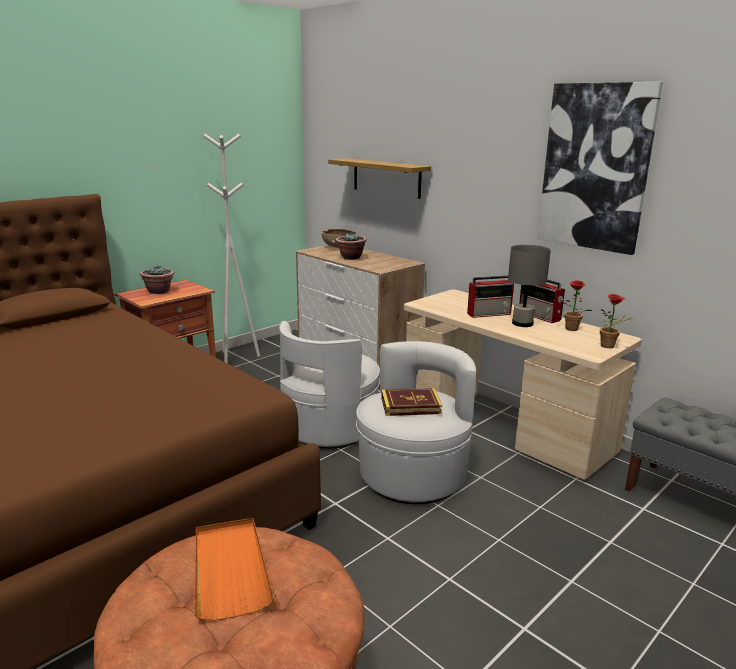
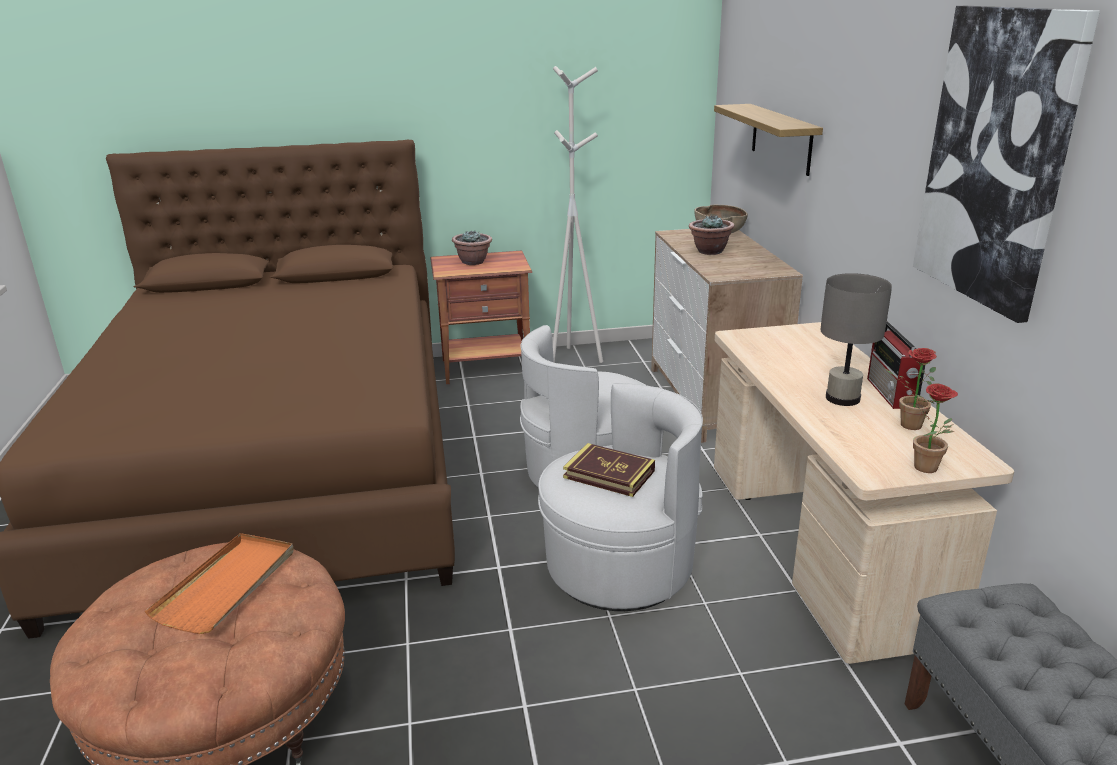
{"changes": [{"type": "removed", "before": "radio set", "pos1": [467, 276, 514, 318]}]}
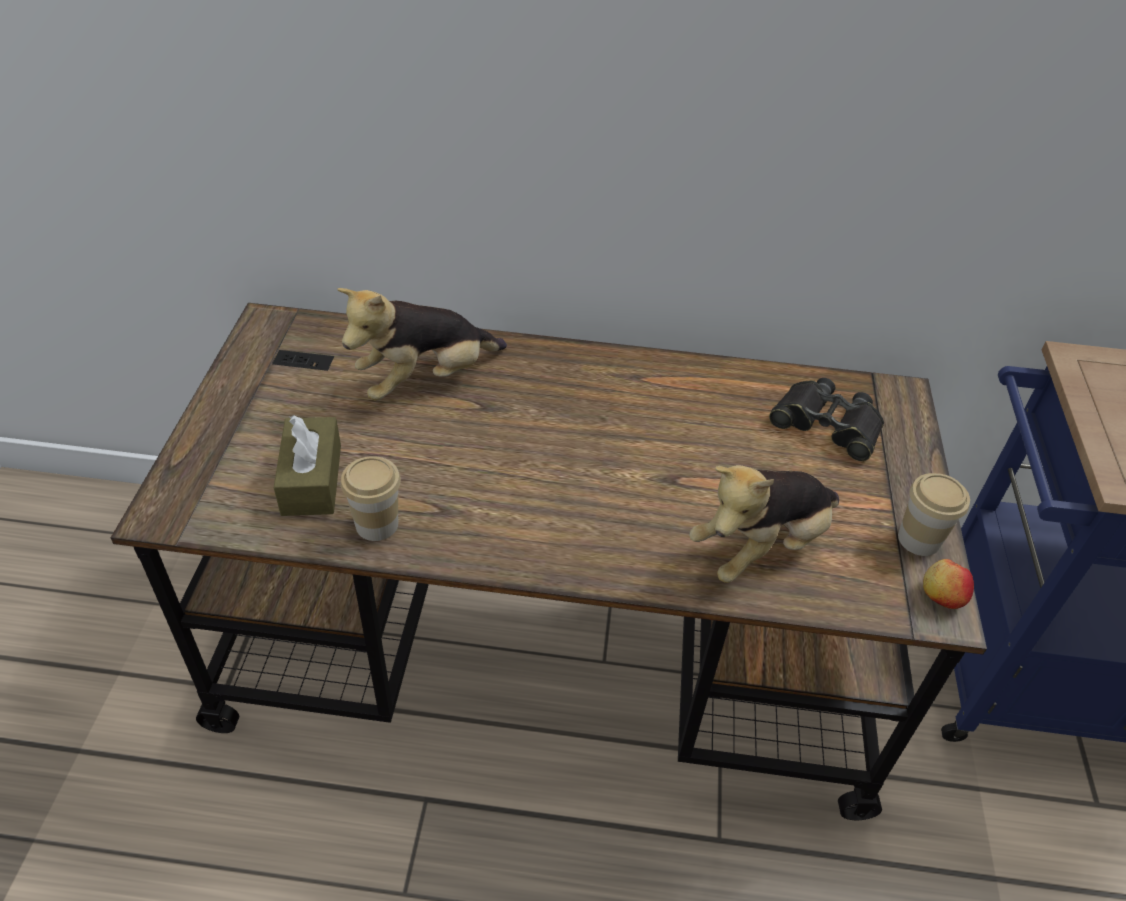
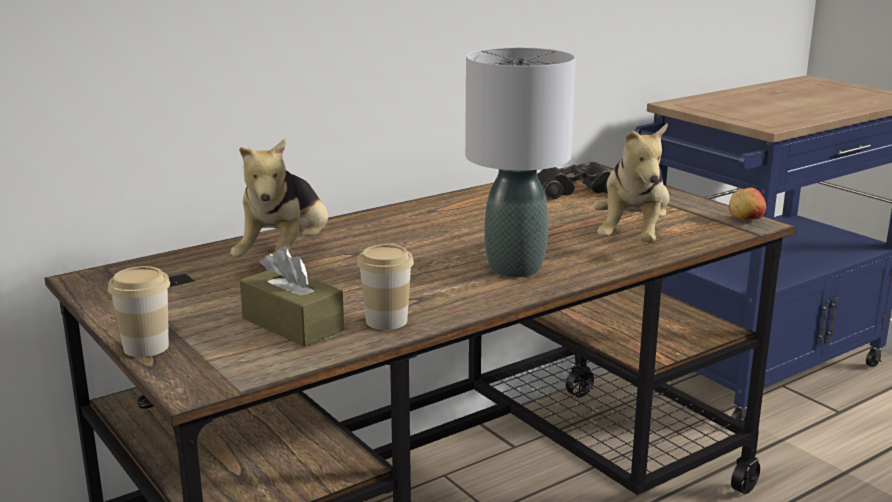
{"changes": [{"type": "moved", "before": "drinking cup", "pos1": [898, 473, 970, 556], "pos2": [108, 266, 170, 357]}, {"type": "added", "after": "grey tabletop lamp", "pos2": [465, 47, 576, 278]}]}
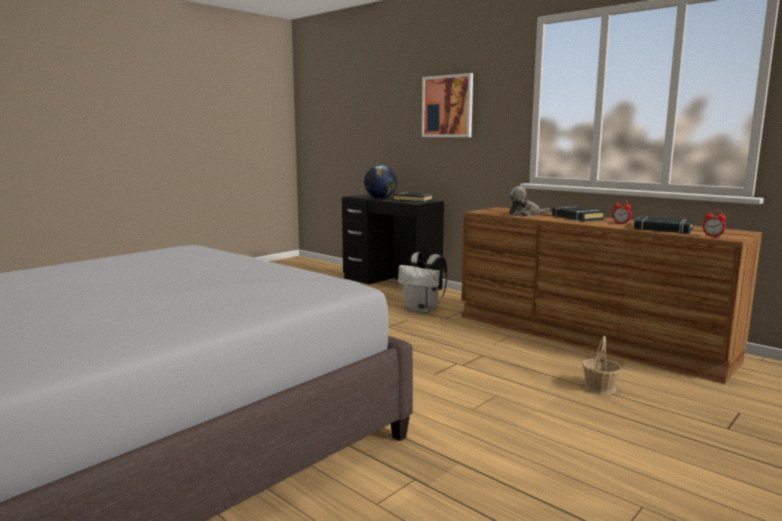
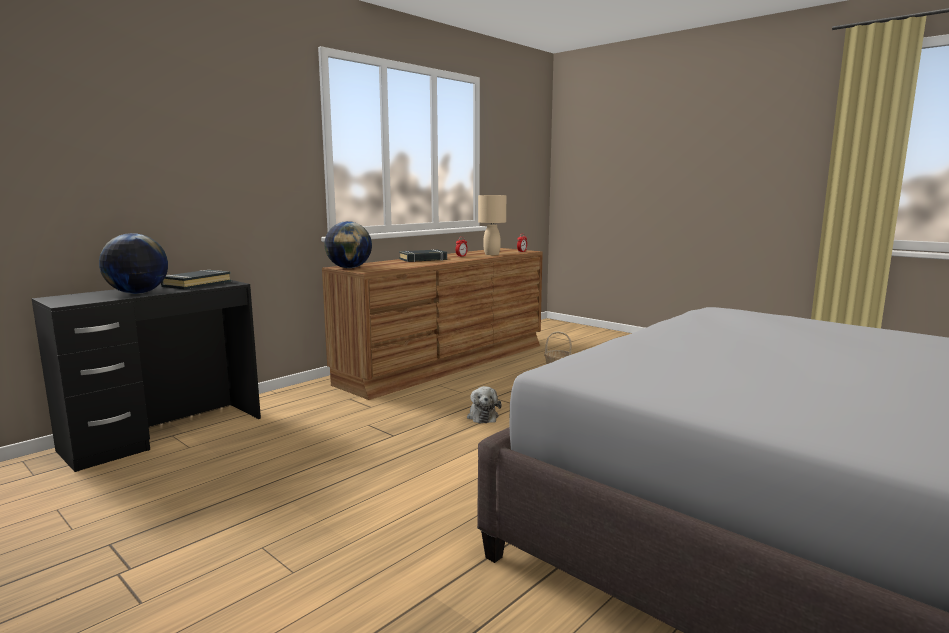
{"changes": [{"type": "removed", "before": "picture", "pos1": [422, 73, 473, 137]}, {"type": "moved", "before": "soft toy", "pos1": [508, 186, 549, 216], "pos2": [467, 386, 502, 423]}, {"type": "replaced", "before": "black book", "after": "beige-coloured tabletop lamp", "pos1": [634, 216, 694, 233], "pos2": [478, 195, 506, 255]}, {"type": "removed", "before": "whitish knapsack", "pos1": [398, 252, 447, 313]}, {"type": "added", "after": "world globe", "pos2": [324, 221, 372, 268]}]}
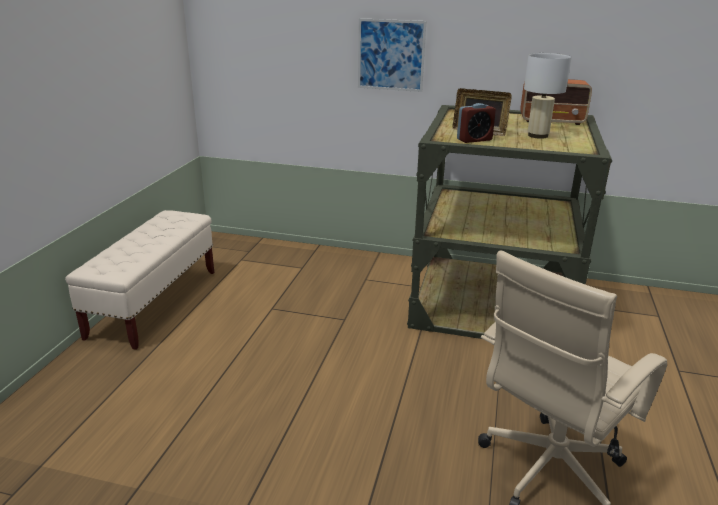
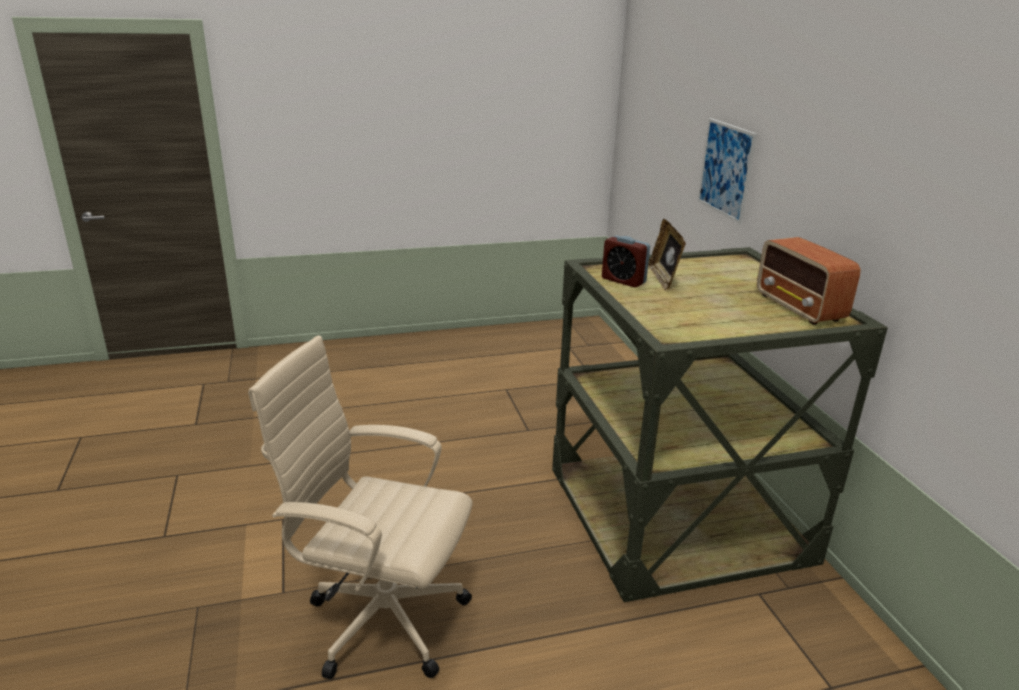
{"changes": [{"type": "removed", "before": "whitish tabletop lamp", "pos1": [524, 53, 571, 139]}, {"type": "removed", "before": "beige-coloured long seat", "pos1": [65, 210, 214, 350]}]}
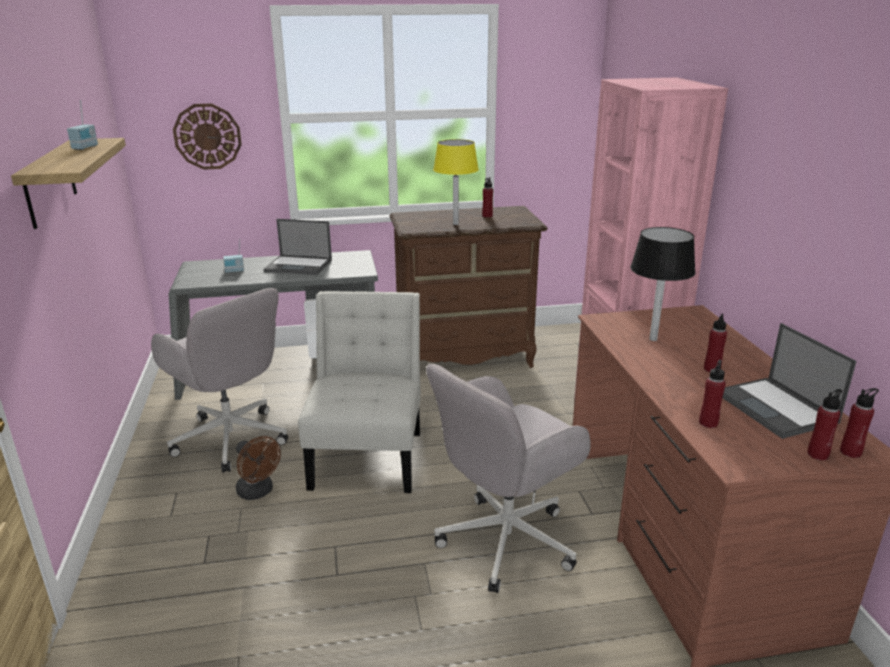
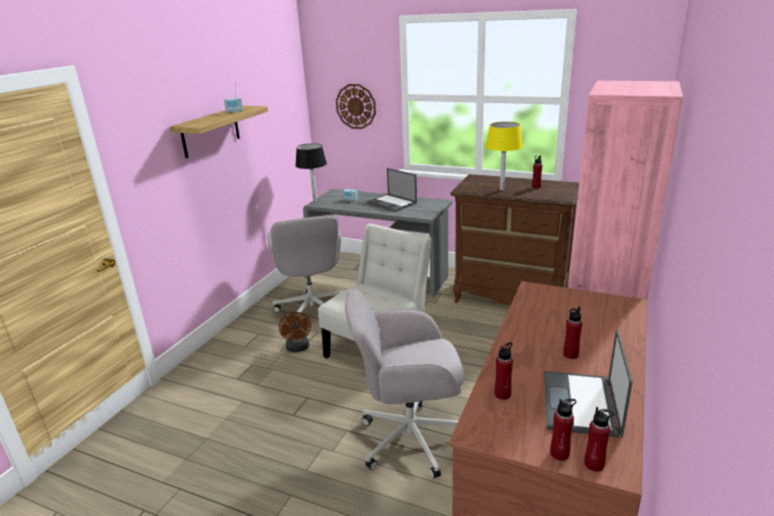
{"changes": [{"type": "moved", "before": "black tabletop lamp", "pos1": [630, 227, 696, 341], "pos2": [295, 143, 327, 202]}]}
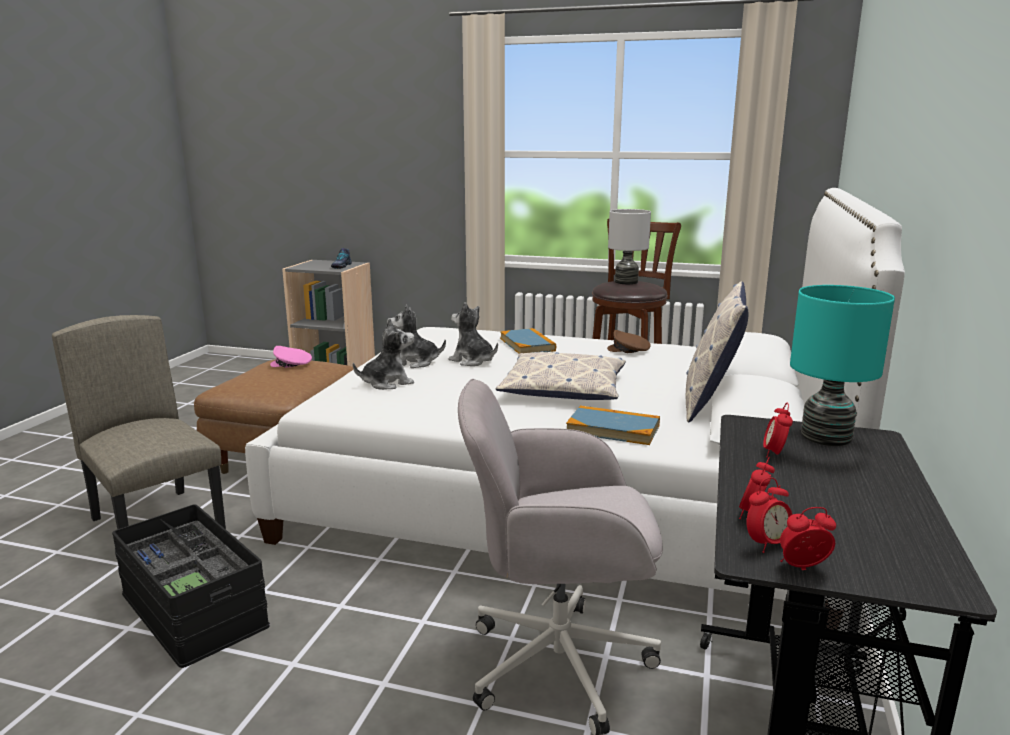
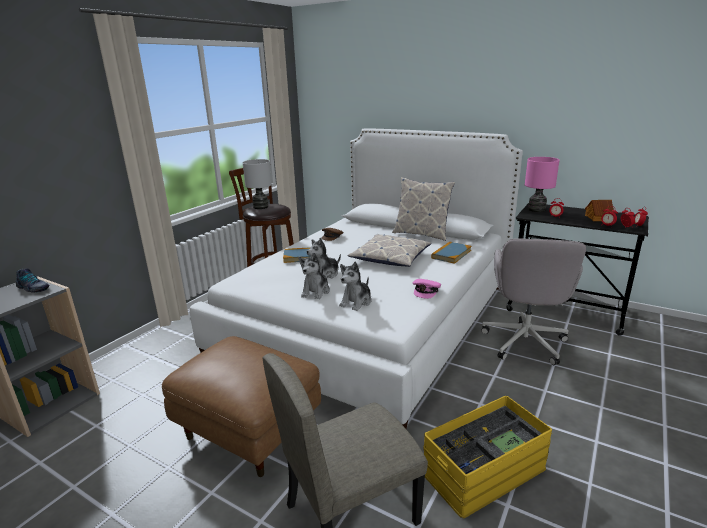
{"changes": [{"type": "recoloured", "before": "blue-green tabletop lamp", "after": "pinkish tabletop lamp", "pos1": [790, 285, 895, 446], "pos2": [525, 157, 559, 212]}, {"type": "turned", "before": "soft toy", "pos1": [353, 318, 414, 390], "pos2": [339, 262, 372, 311], "turn": -135}, {"type": "moved", "before": "pinkish peaked cap", "pos1": [270, 346, 312, 368], "pos2": [413, 279, 441, 299]}, {"type": "recoloured", "before": "black storage box", "after": "yellowish storage box", "pos1": [112, 504, 270, 668], "pos2": [423, 396, 552, 518]}, {"type": "added", "after": "miniature house", "pos2": [585, 200, 614, 221]}]}
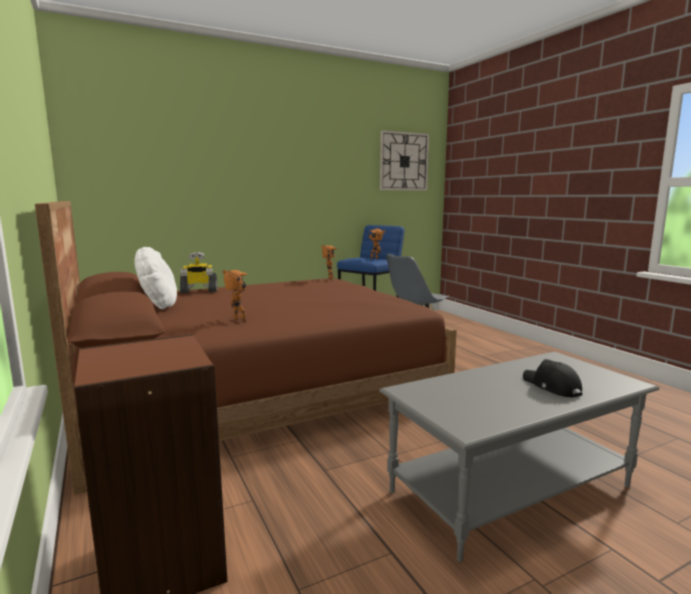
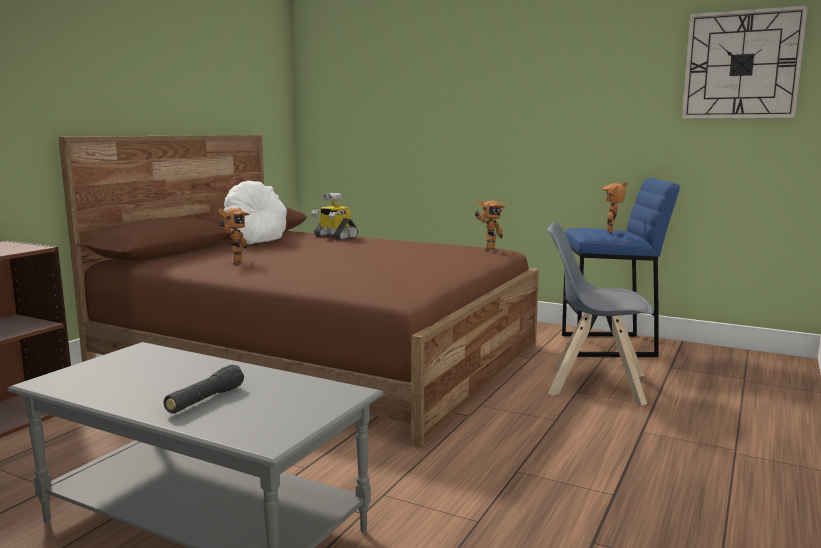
{"changes": [{"type": "replaced", "before": "black peaked cap", "after": "black hand torch", "pos1": [523, 359, 582, 398], "pos2": [164, 365, 244, 413]}]}
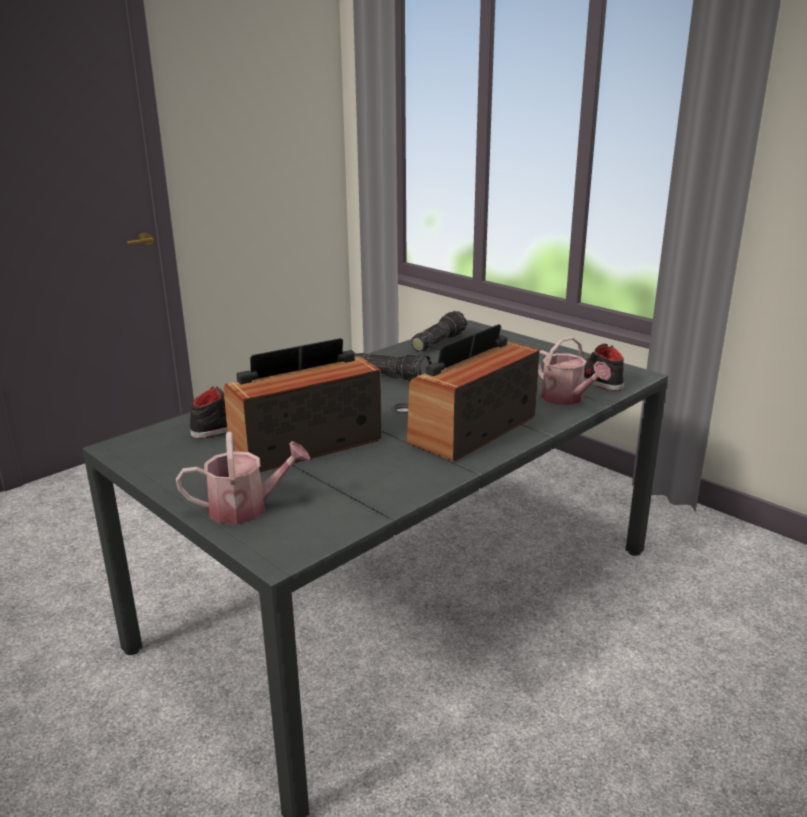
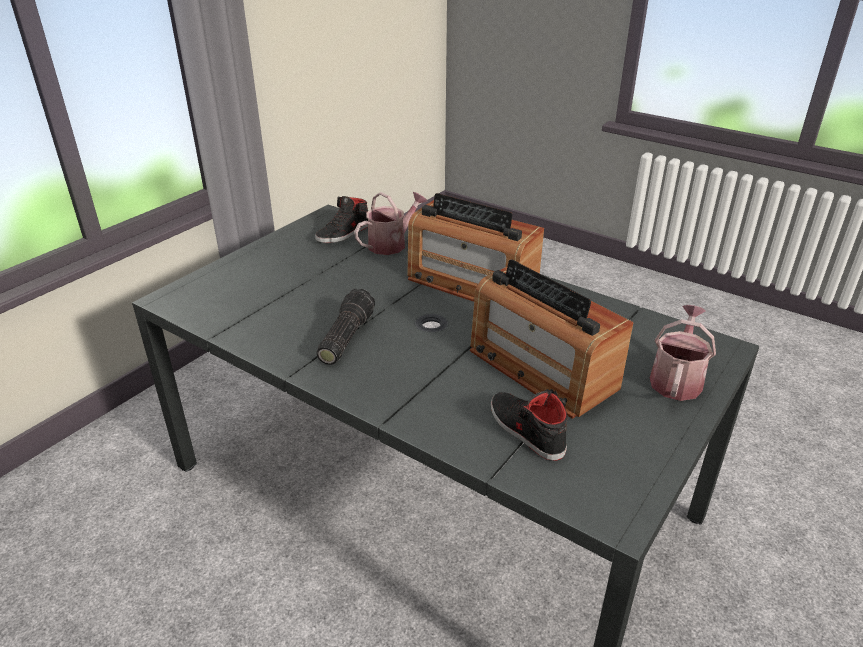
{"changes": [{"type": "removed", "before": "hand torch", "pos1": [411, 311, 467, 352]}, {"type": "turned", "before": "sprinkling can", "pos1": [176, 432, 310, 524], "pos2": [650, 305, 716, 401], "turn": 45}]}
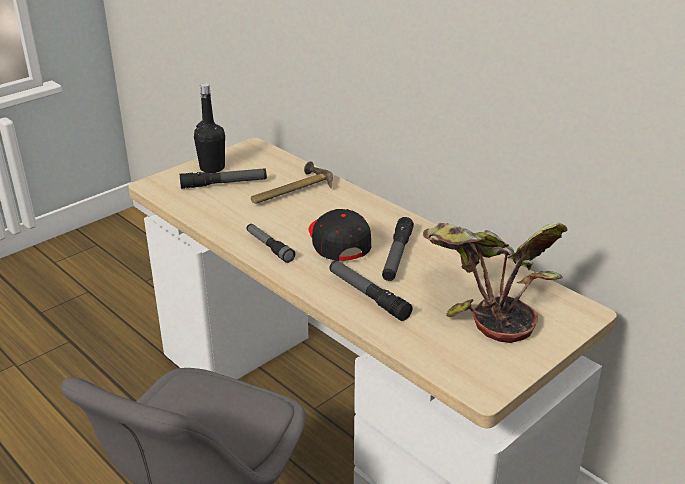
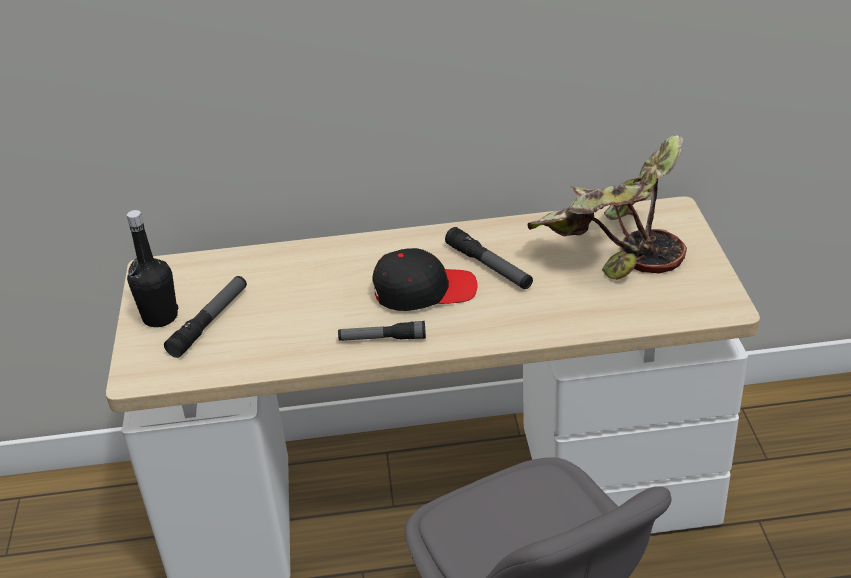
{"changes": [{"type": "removed", "before": "tool hammer", "pos1": [251, 161, 333, 204]}, {"type": "turned", "before": "black peaked cap", "pos1": [308, 209, 371, 261], "pos2": [372, 248, 477, 311], "turn": 150}, {"type": "removed", "before": "hand torch", "pos1": [330, 260, 413, 321]}]}
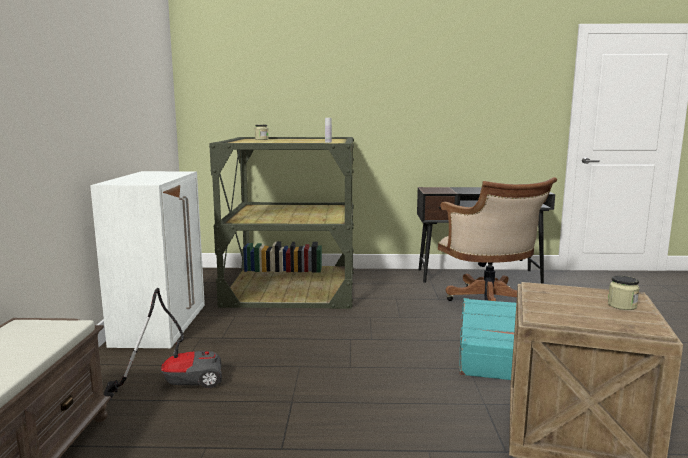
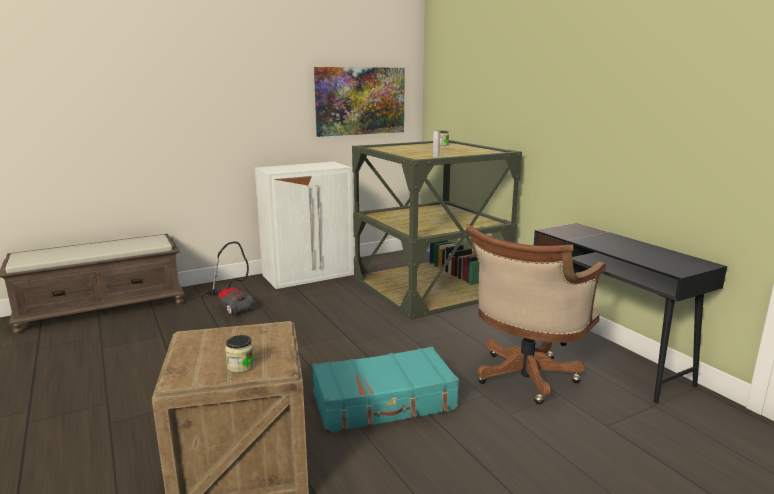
{"changes": [{"type": "added", "after": "picture", "pos2": [314, 67, 405, 137]}]}
